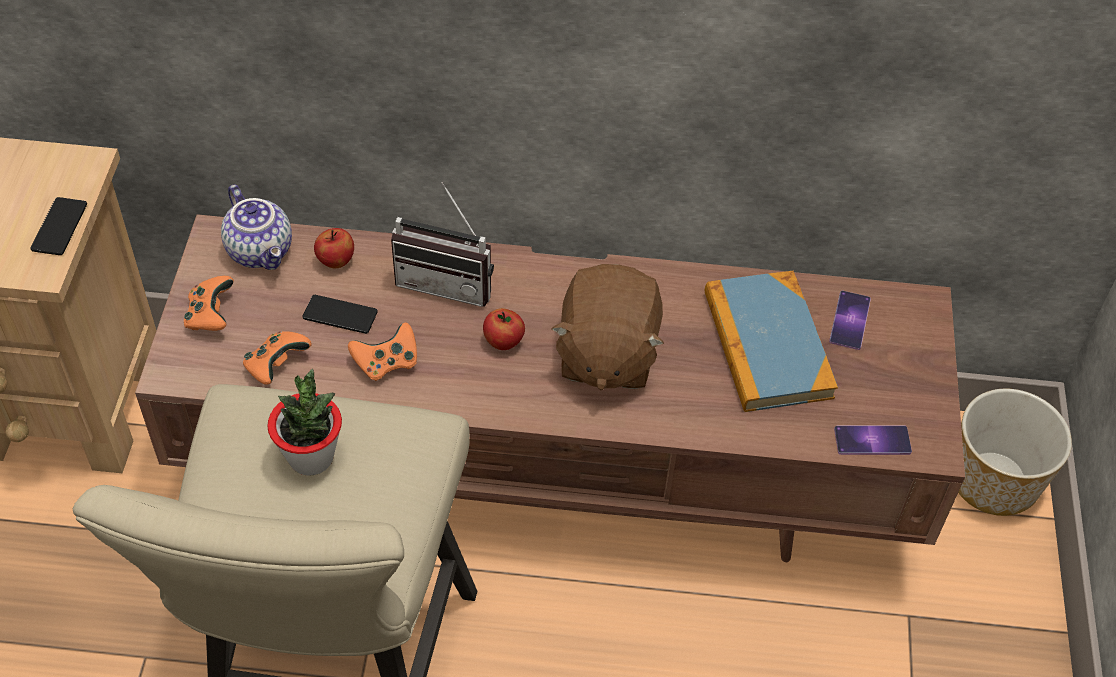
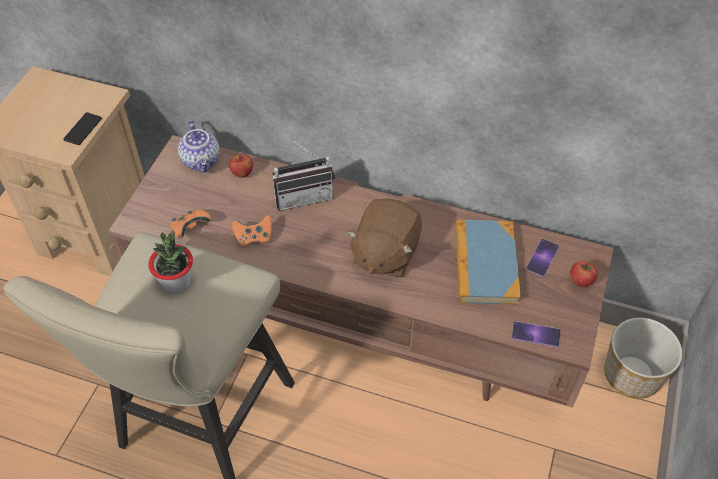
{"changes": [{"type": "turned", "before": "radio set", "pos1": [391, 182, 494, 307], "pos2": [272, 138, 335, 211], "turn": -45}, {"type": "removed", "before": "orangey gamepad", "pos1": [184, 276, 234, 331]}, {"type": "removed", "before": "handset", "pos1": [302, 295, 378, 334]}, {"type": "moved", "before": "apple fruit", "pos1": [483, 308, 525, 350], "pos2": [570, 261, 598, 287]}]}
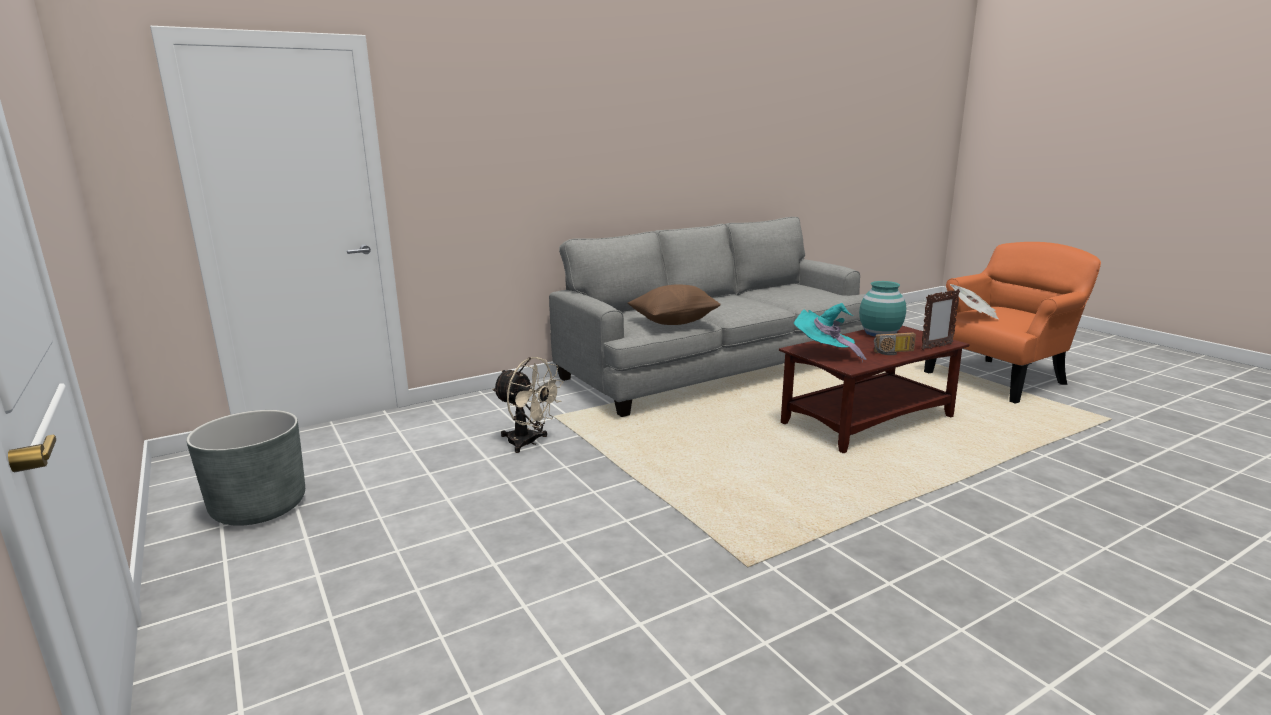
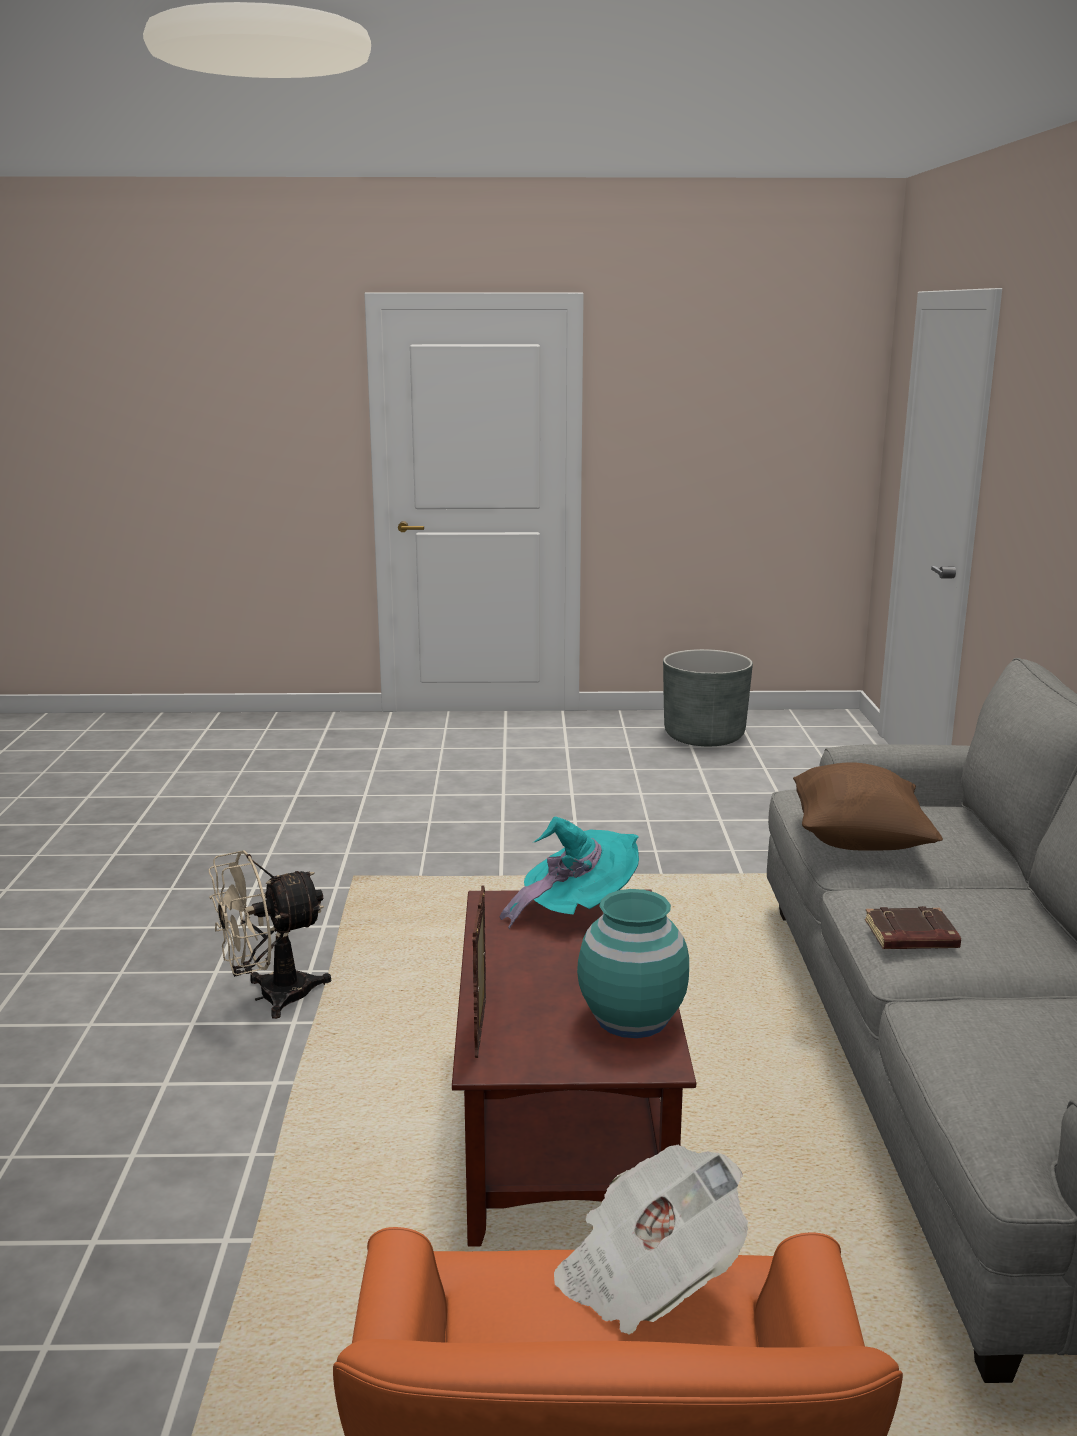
{"changes": [{"type": "removed", "before": "radio set", "pos1": [874, 332, 916, 355]}, {"type": "moved", "before": "beige-coloured electric fan", "pos1": [492, 357, 564, 453], "pos2": [209, 850, 331, 1019]}, {"type": "added", "after": "brown book", "pos2": [865, 906, 961, 949]}]}
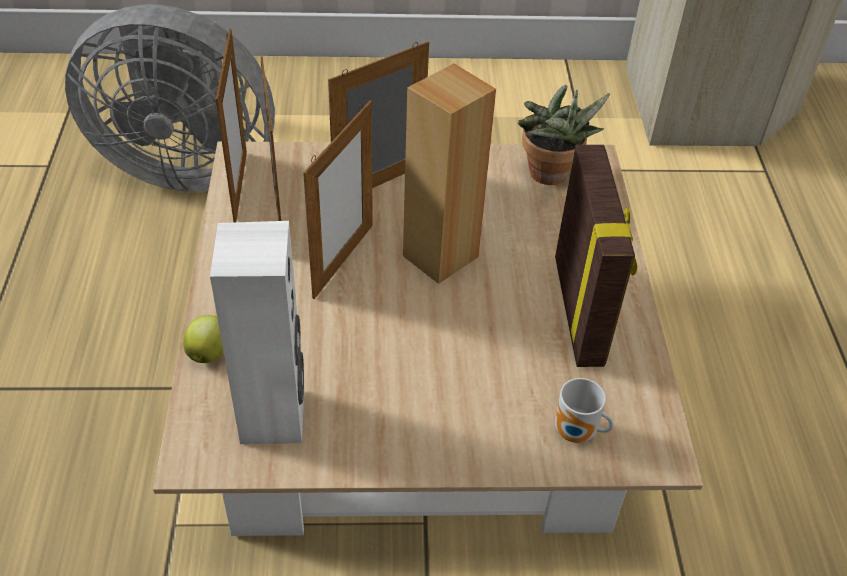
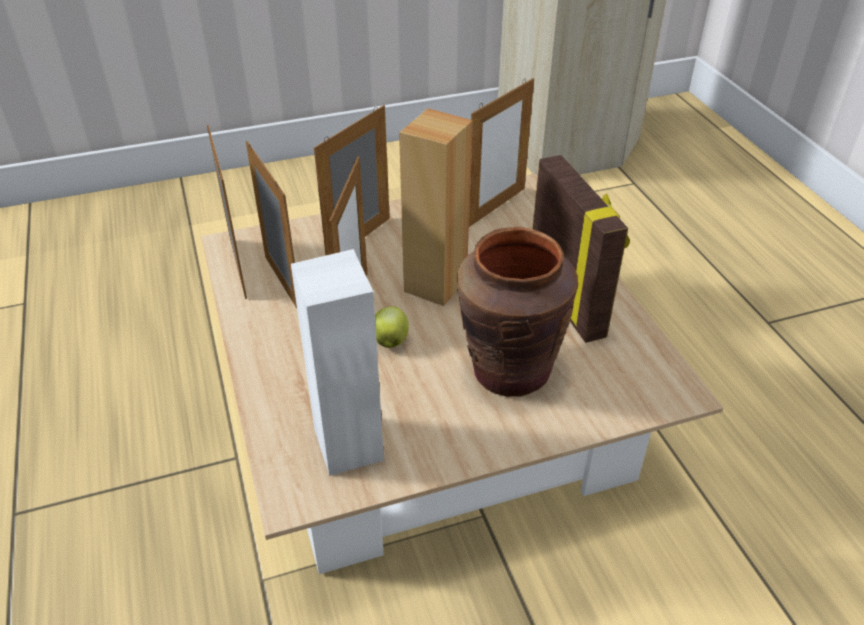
{"changes": [{"type": "removed", "before": "grey electric fan", "pos1": [65, 4, 275, 192]}, {"type": "replaced", "before": "houseplant", "after": "photo frame", "pos1": [517, 85, 610, 185], "pos2": [469, 78, 534, 227]}, {"type": "moved", "before": "apple fruit", "pos1": [183, 315, 224, 363], "pos2": [375, 306, 409, 348]}, {"type": "removed", "before": "mug", "pos1": [555, 378, 614, 443]}, {"type": "added", "after": "brown flower vase", "pos2": [457, 227, 578, 397]}]}
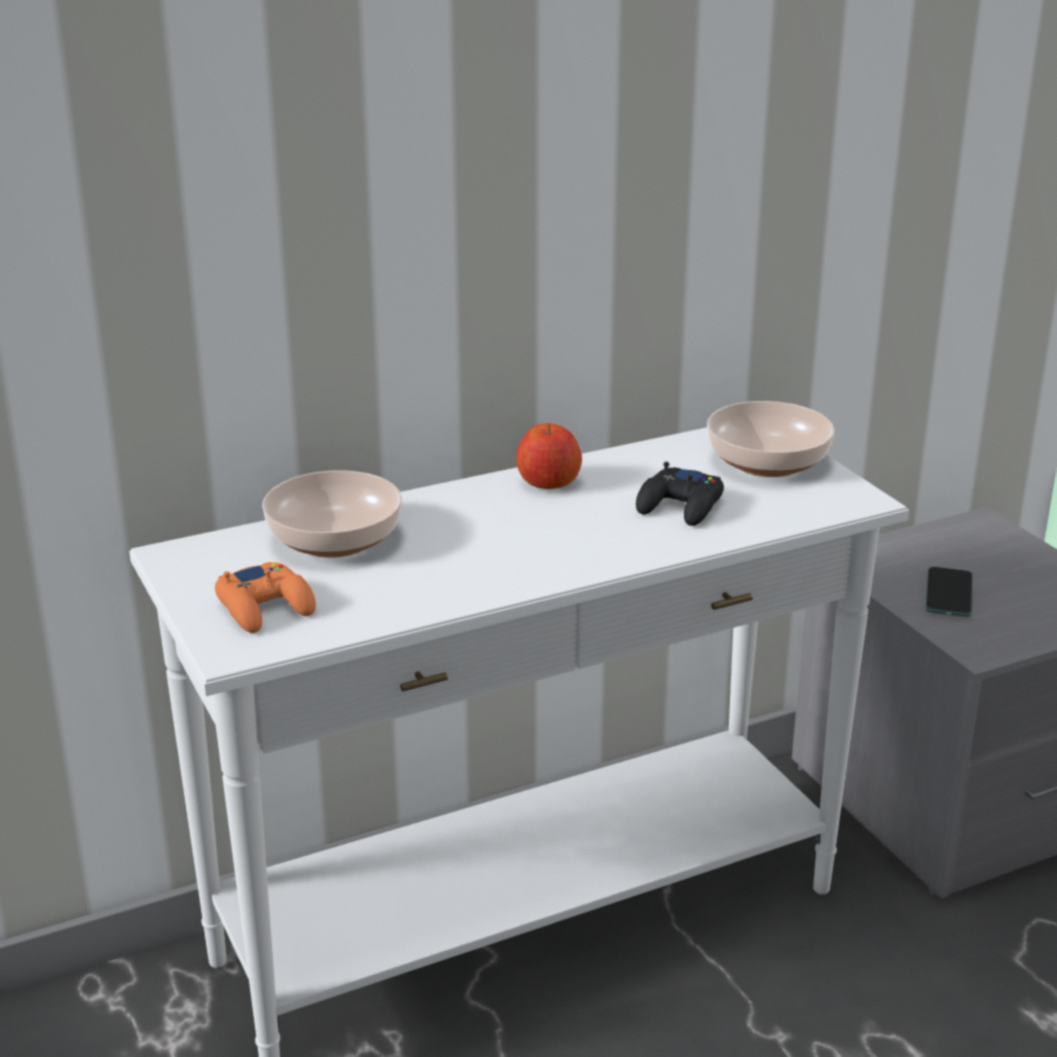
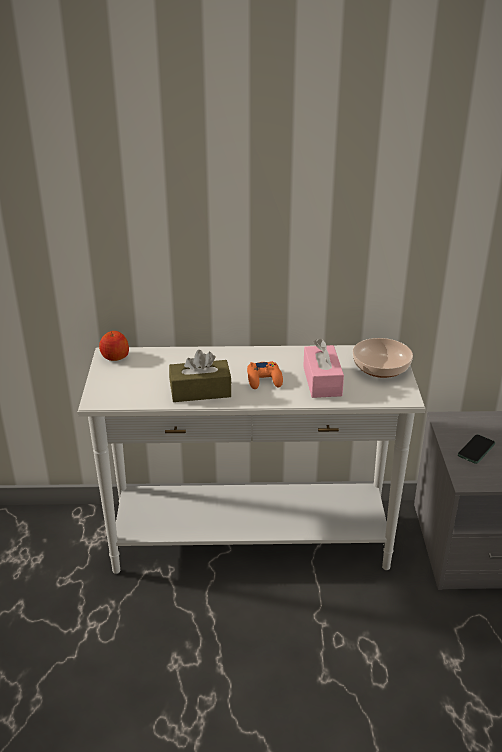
{"changes": [{"type": "moved", "before": "apple fruit", "pos1": [516, 423, 582, 489], "pos2": [99, 331, 129, 361]}, {"type": "replaced", "before": "black gamepad", "after": "pinkish tissue box", "pos1": [636, 462, 724, 526], "pos2": [303, 338, 344, 398]}, {"type": "removed", "before": "bowl", "pos1": [262, 470, 402, 558]}, {"type": "moved", "before": "orangey gamepad", "pos1": [215, 562, 316, 633], "pos2": [247, 361, 283, 389]}, {"type": "added", "after": "brown tissue box", "pos2": [169, 350, 232, 402]}]}
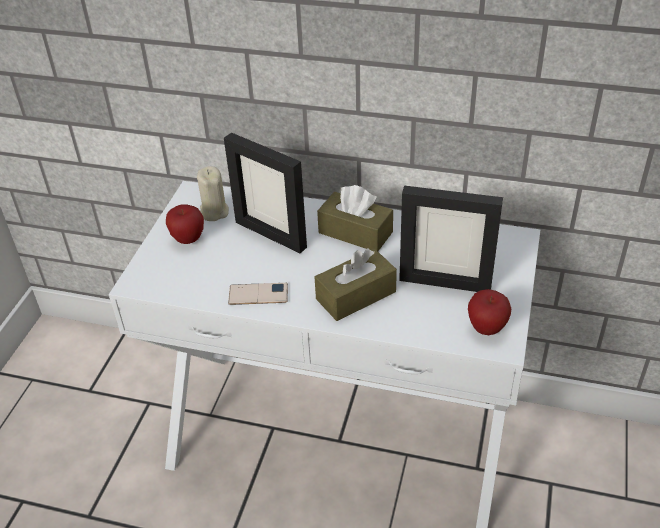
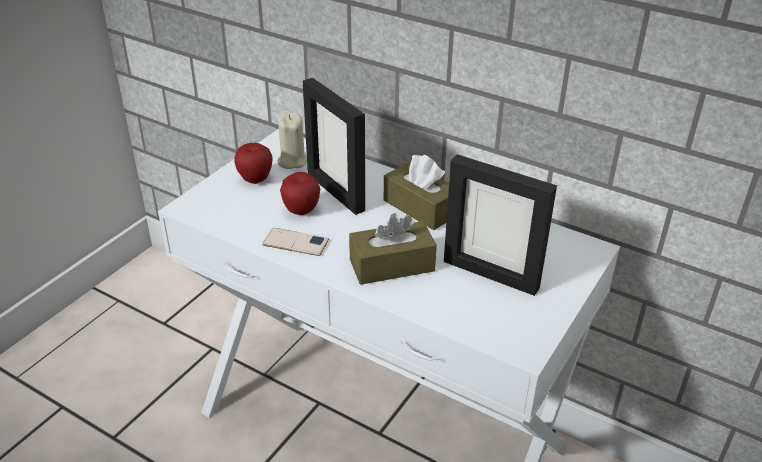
{"changes": [{"type": "moved", "before": "apple fruit", "pos1": [468, 289, 511, 335], "pos2": [280, 172, 320, 215]}]}
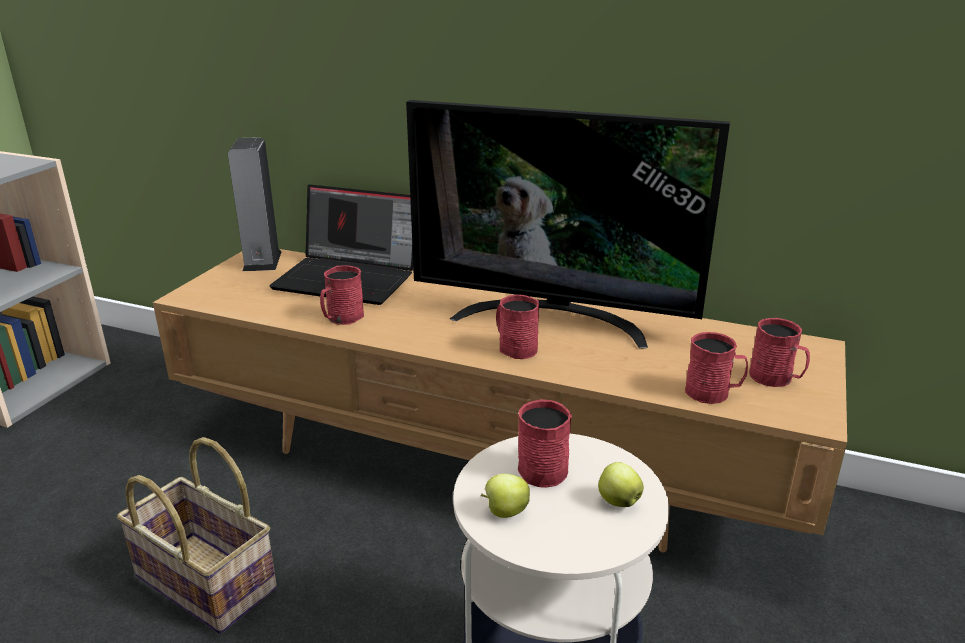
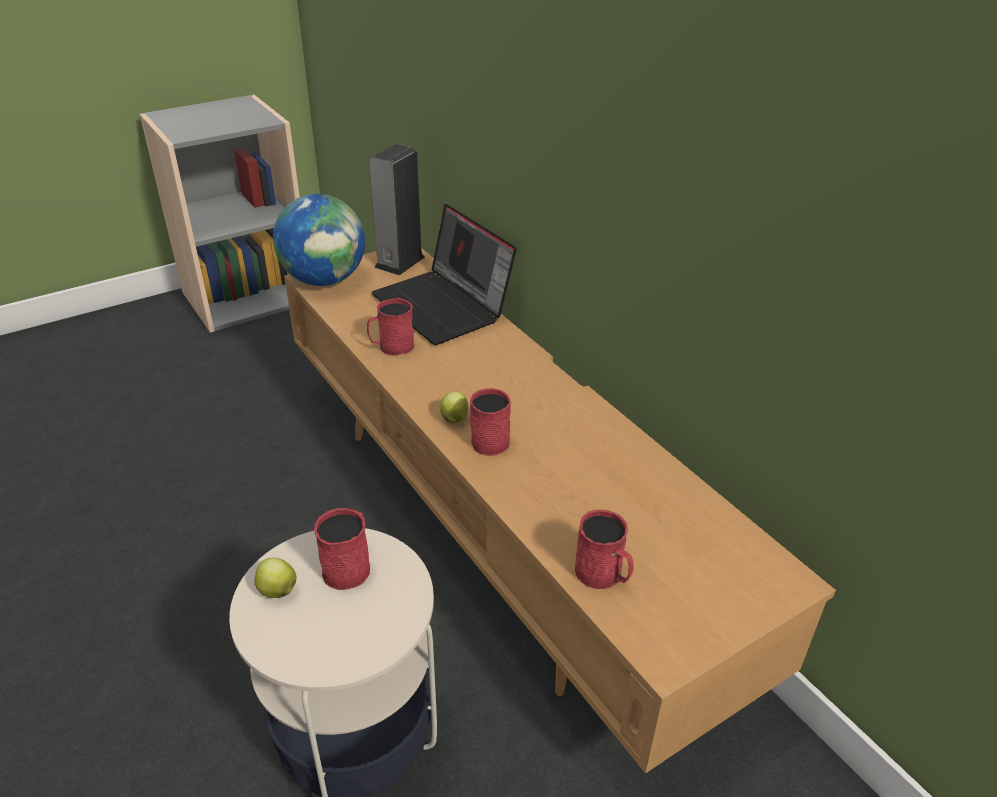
{"changes": [{"type": "removed", "before": "TV", "pos1": [406, 100, 730, 348]}, {"type": "removed", "before": "red-coloured mug", "pos1": [749, 318, 810, 387]}, {"type": "removed", "before": "household basket", "pos1": [117, 437, 277, 634]}, {"type": "moved", "before": "apple fruit", "pos1": [598, 462, 644, 507], "pos2": [440, 392, 469, 423]}, {"type": "added", "after": "world globe", "pos2": [273, 194, 365, 286]}]}
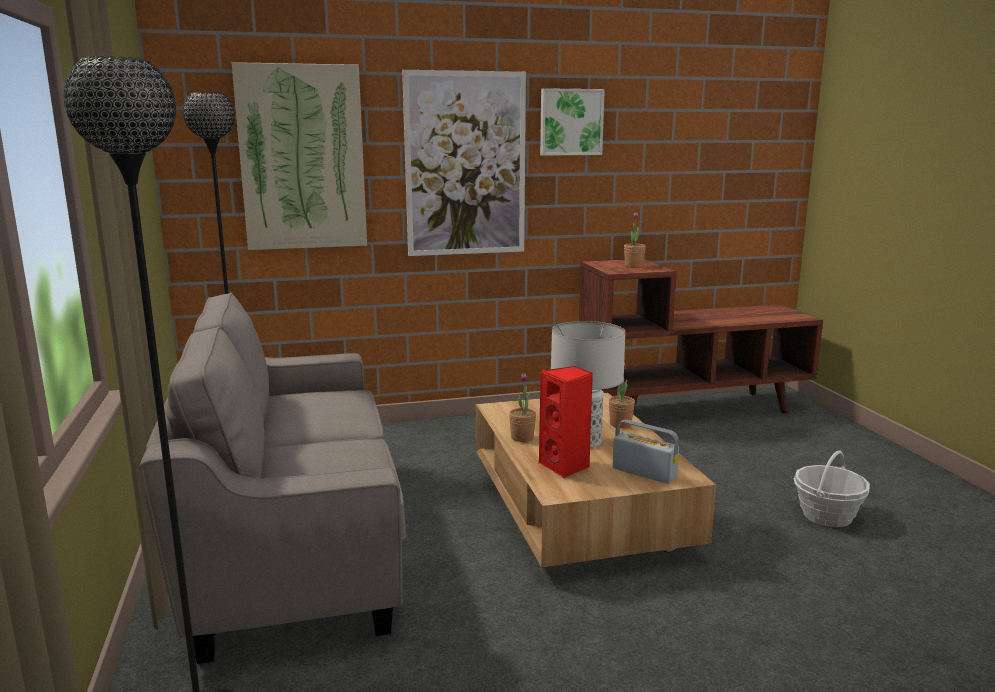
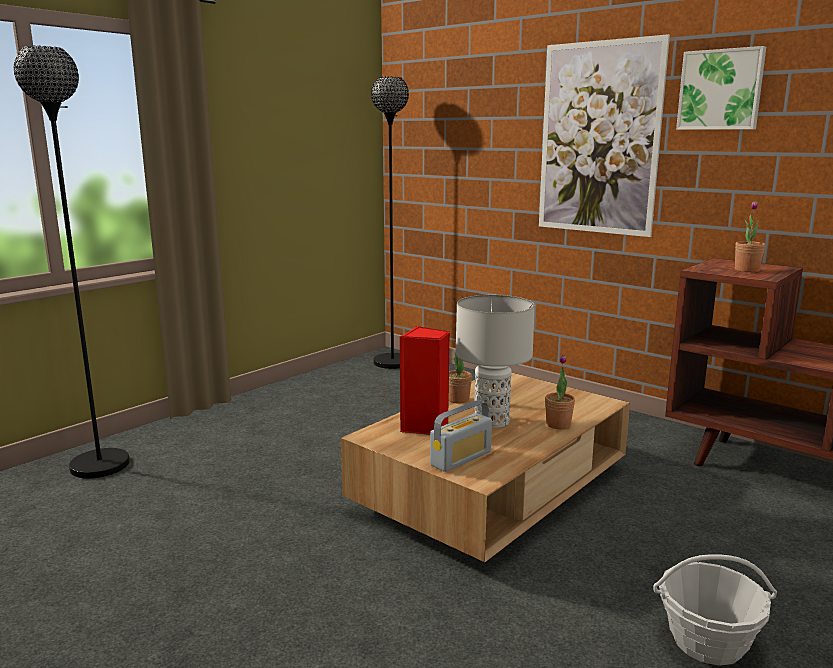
{"changes": [{"type": "removed", "before": "picture", "pos1": [231, 62, 367, 250]}, {"type": "removed", "before": "grey couch", "pos1": [139, 293, 407, 664]}, {"type": "turned", "before": "radio set", "pos1": [612, 420, 679, 484], "pos2": [430, 400, 492, 472], "turn": 45}]}
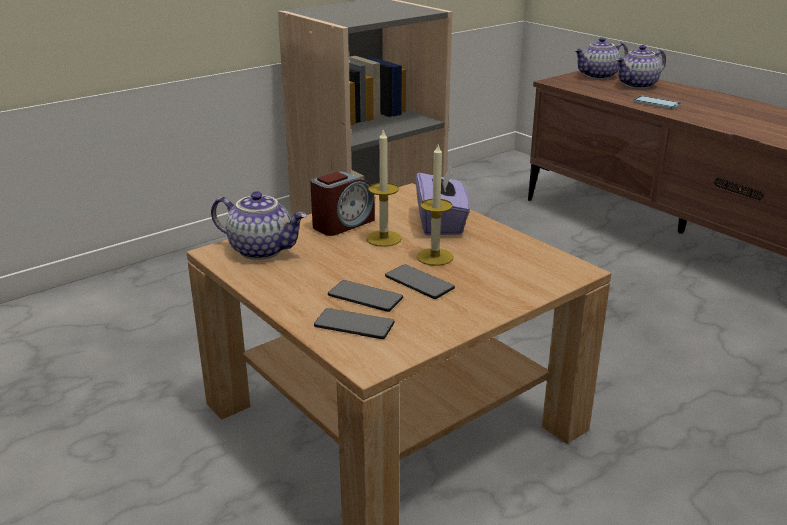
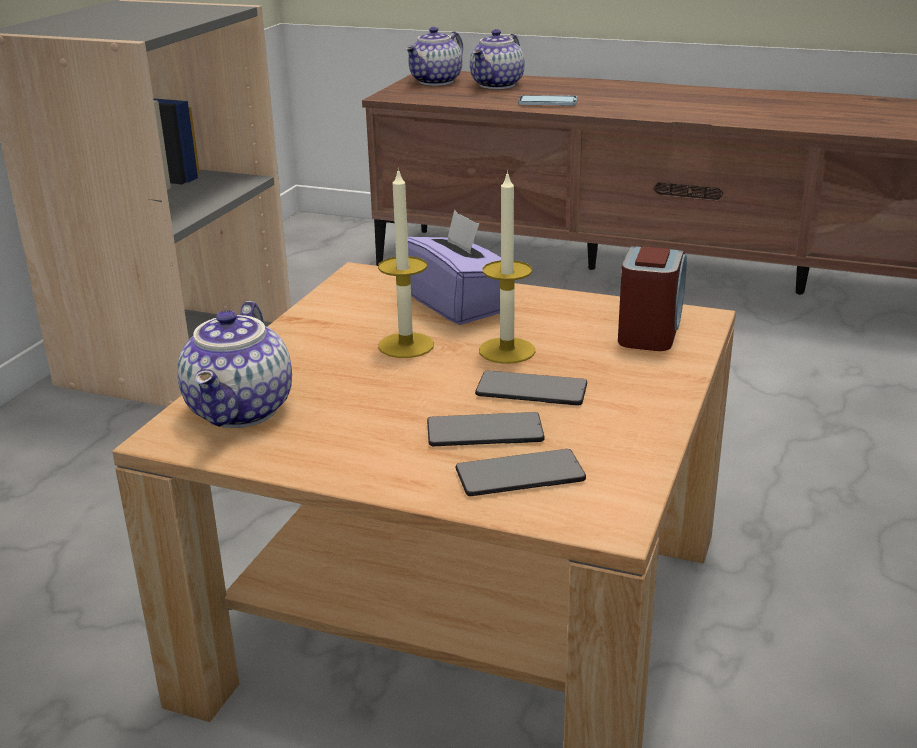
{"changes": [{"type": "moved", "before": "table clock", "pos1": [310, 171, 375, 236], "pos2": [618, 246, 687, 351]}, {"type": "turned", "before": "tea pot", "pos1": [211, 191, 307, 260], "pos2": [177, 301, 292, 428], "turn": 105}]}
